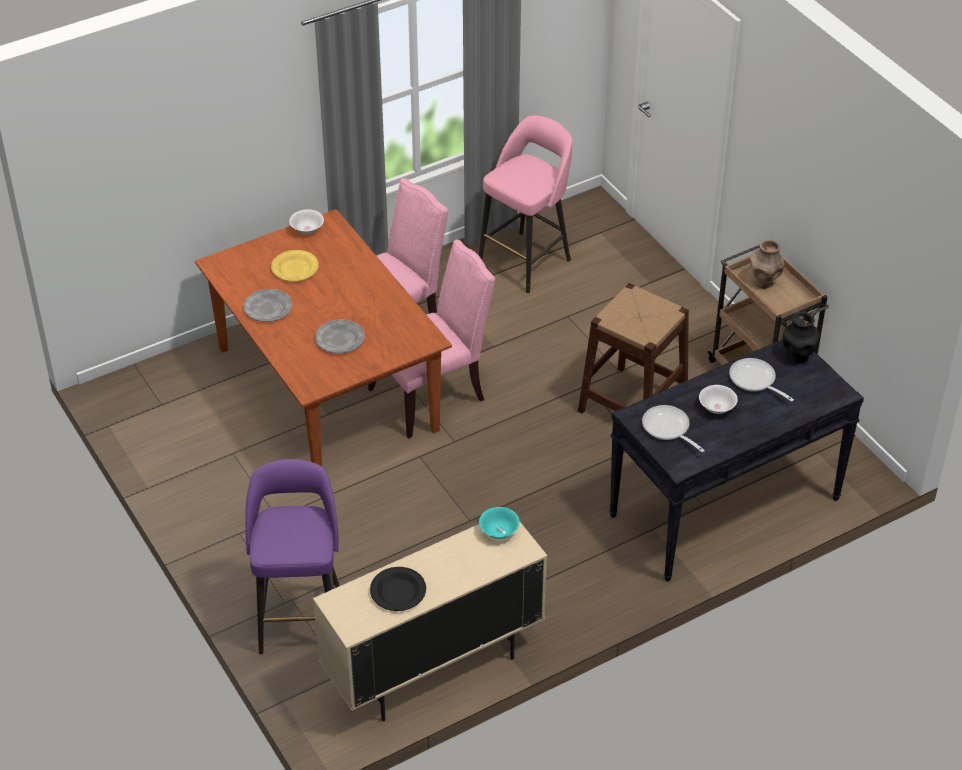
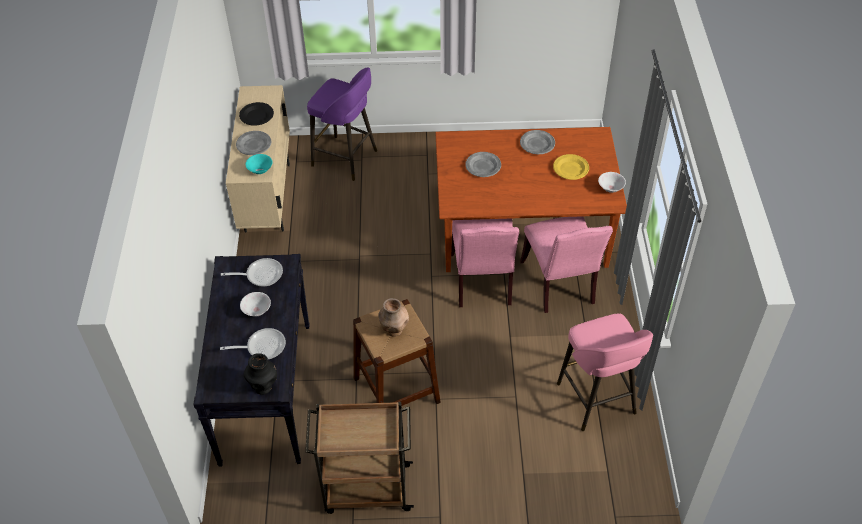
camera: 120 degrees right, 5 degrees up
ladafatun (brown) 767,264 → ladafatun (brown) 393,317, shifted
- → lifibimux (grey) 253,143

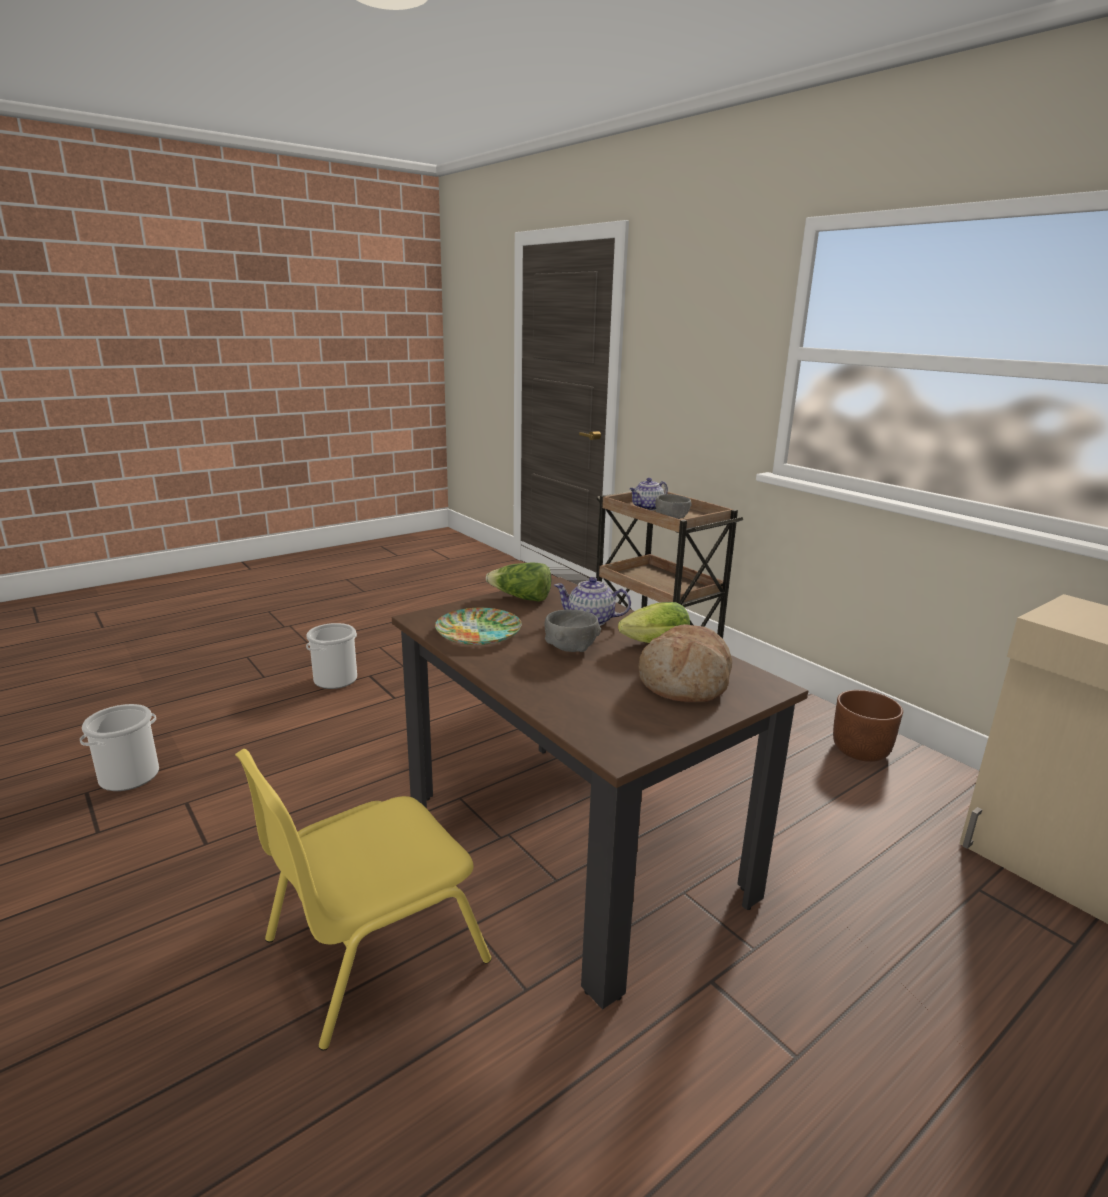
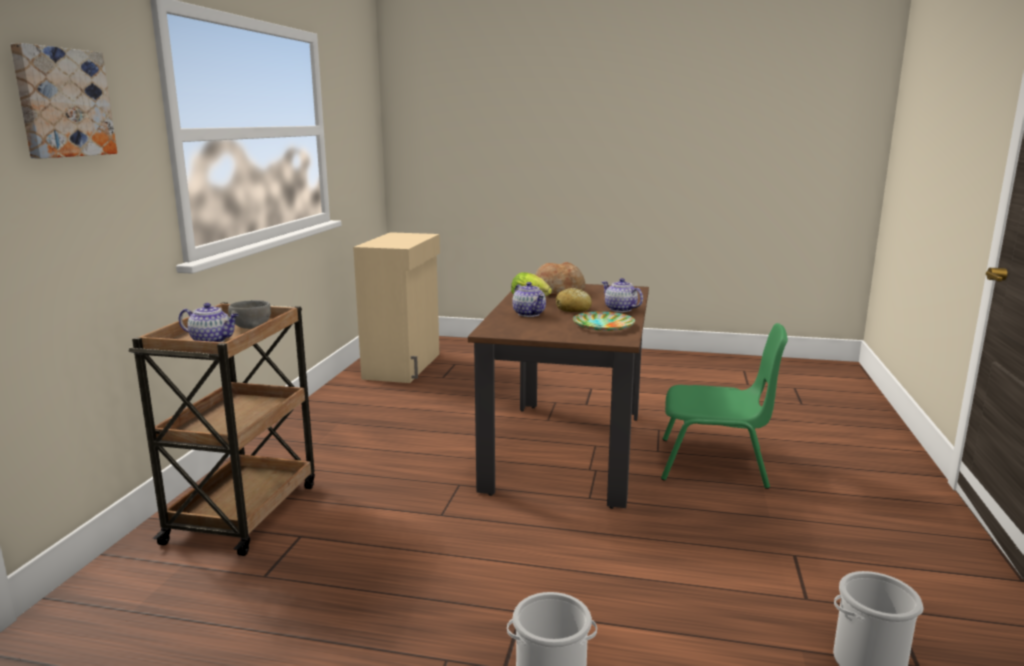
camera: 130 degrees left, 5 degrees down
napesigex 518,582 → -
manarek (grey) 573,631 → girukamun 574,300
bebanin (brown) 868,726 → -
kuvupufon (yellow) 363,900 → kuvupufon (green) 724,406
- → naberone 63,100
- → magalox 622,295

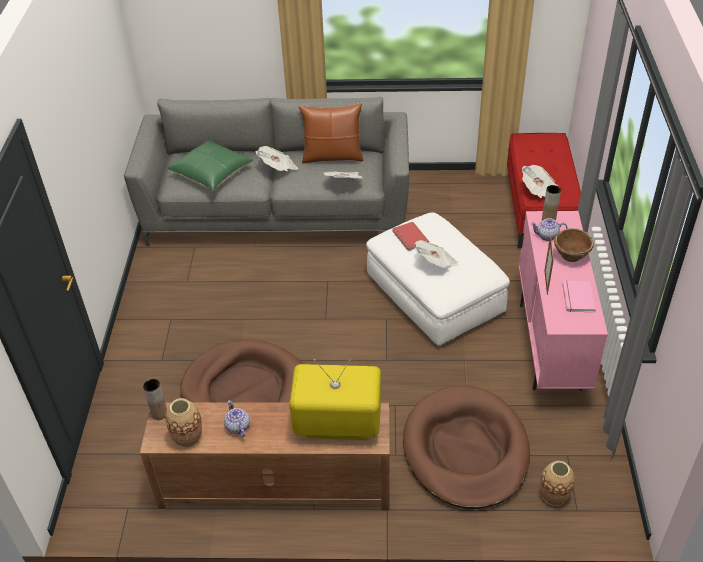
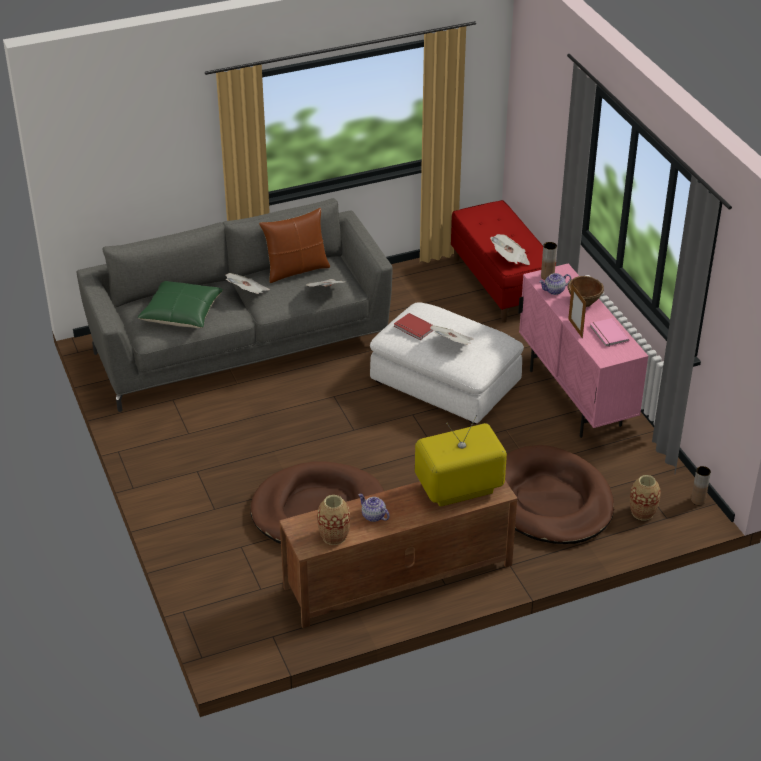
camera: 25 degrees left, 5 degrees down
ladafatun (brown) 155,399 → ladafatun (brown) 701,485, shifted

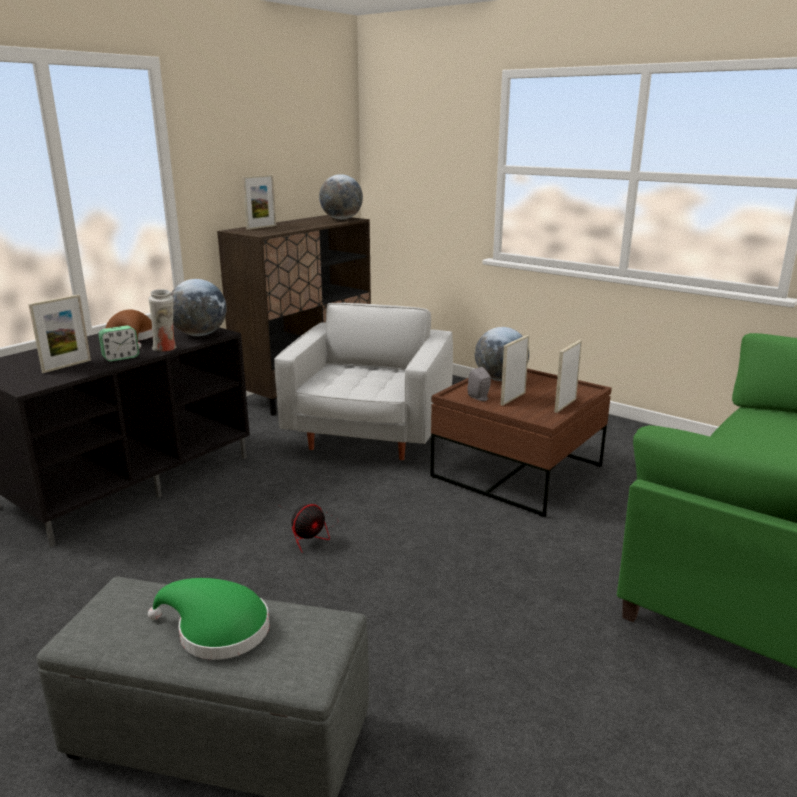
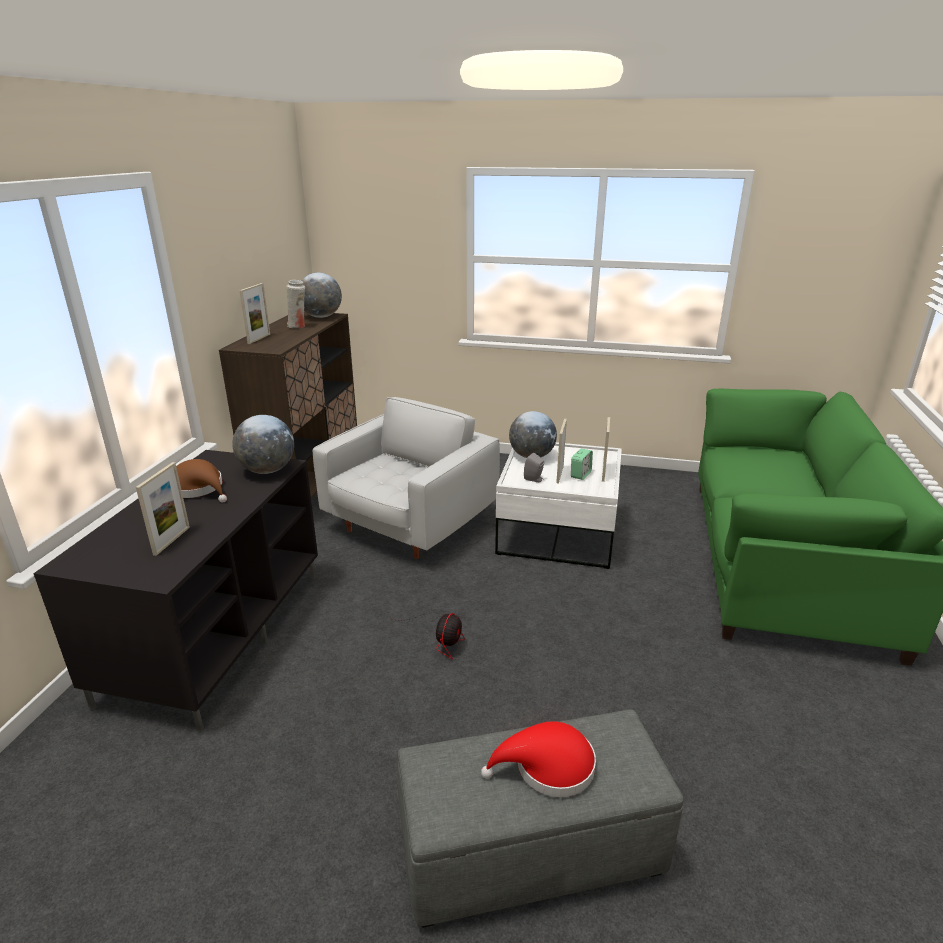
camera: 25 degrees left, 5 degrees up
ladafatun (white) 162,320 → ladafatun (white) 295,304, shifted
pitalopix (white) 363,381 → pitalopix (white) 406,478, 45 degrees clockwise
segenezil 118,344 → segenezil 582,464, shifted
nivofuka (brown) 521,442 → nivofuka (white) 558,505
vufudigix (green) 208,619 → vufudigix (red) 538,759

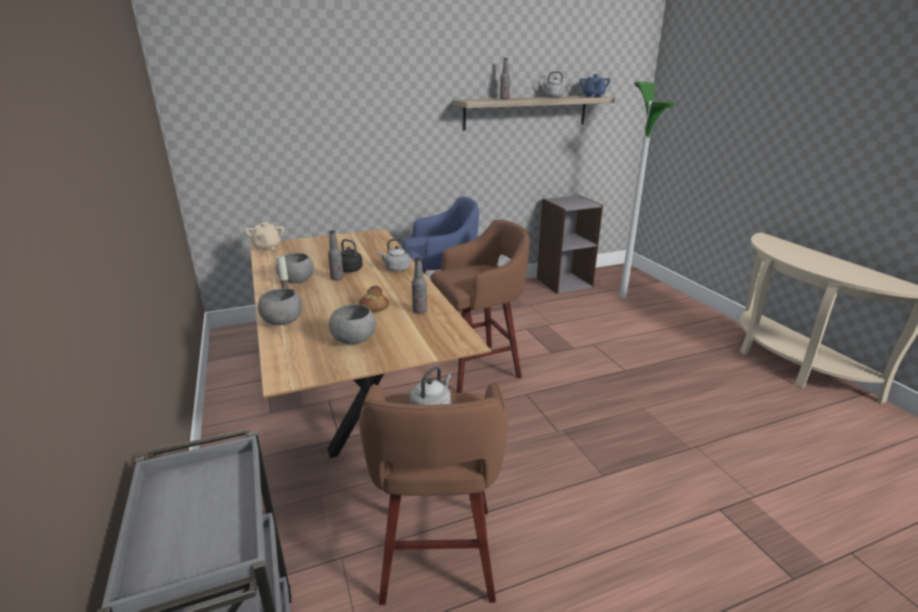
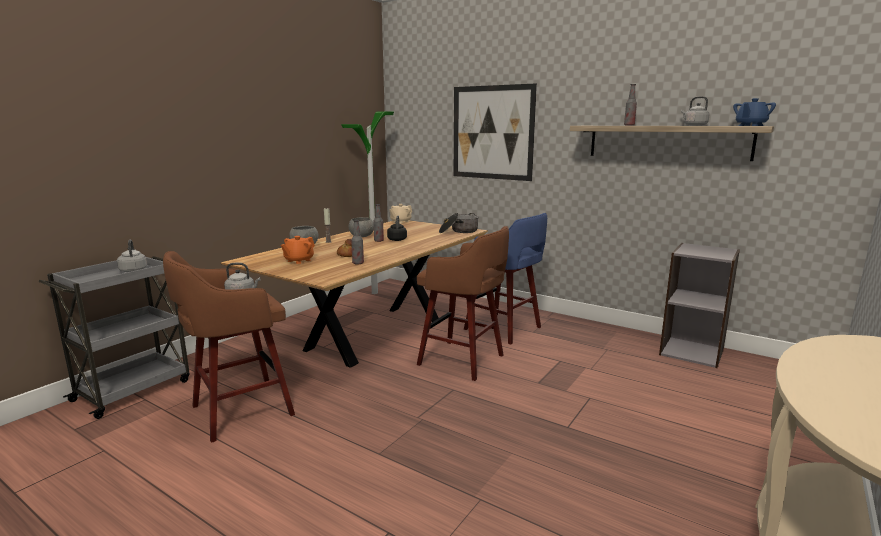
camera: 55 degrees right, 10 degrees down
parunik 647,190 → parunik 367,202, shifted
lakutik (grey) 394,255 → lakutik (grey) 132,256, shifted
manarek (grey) 352,324 → magalox (orange) 298,250
- → naberone 495,132
- → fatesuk 459,223

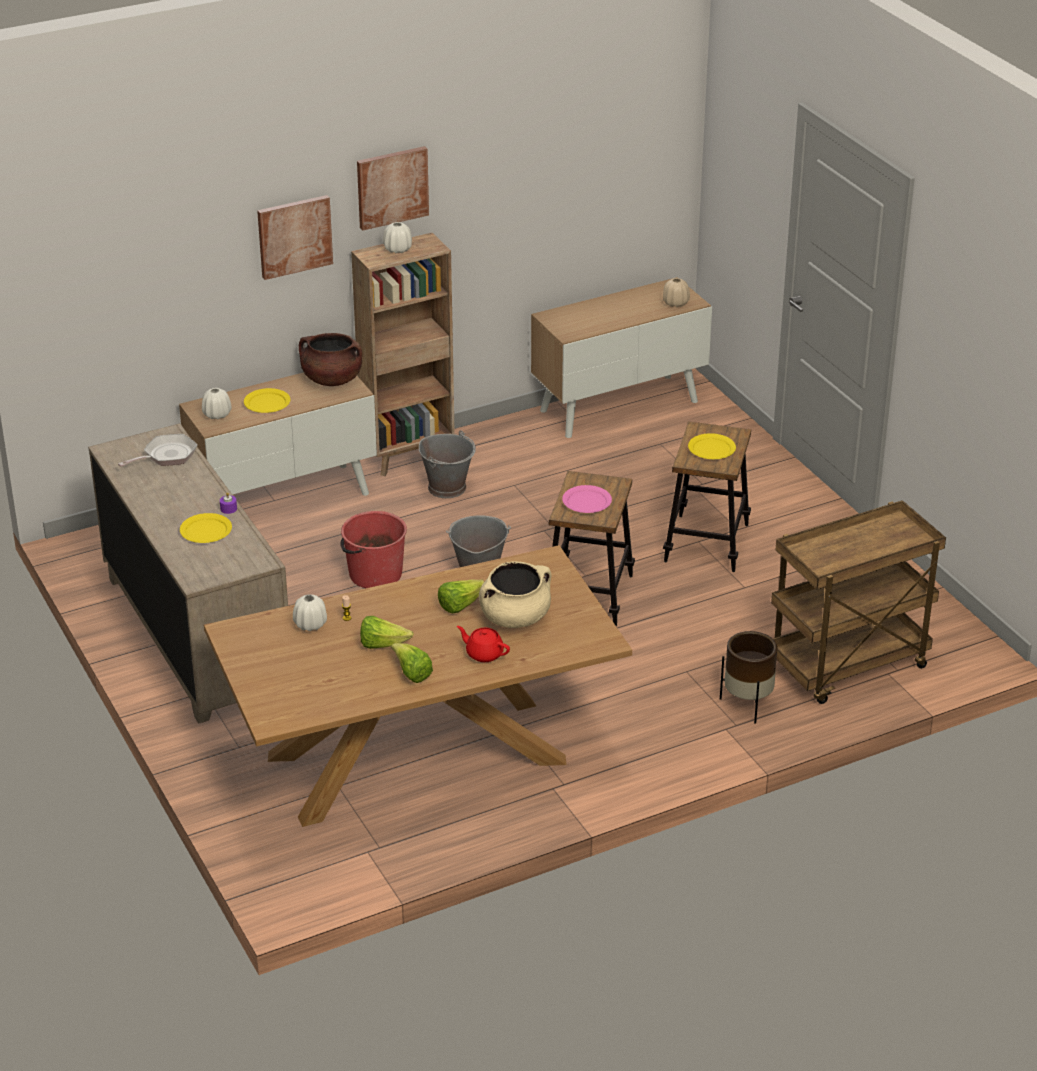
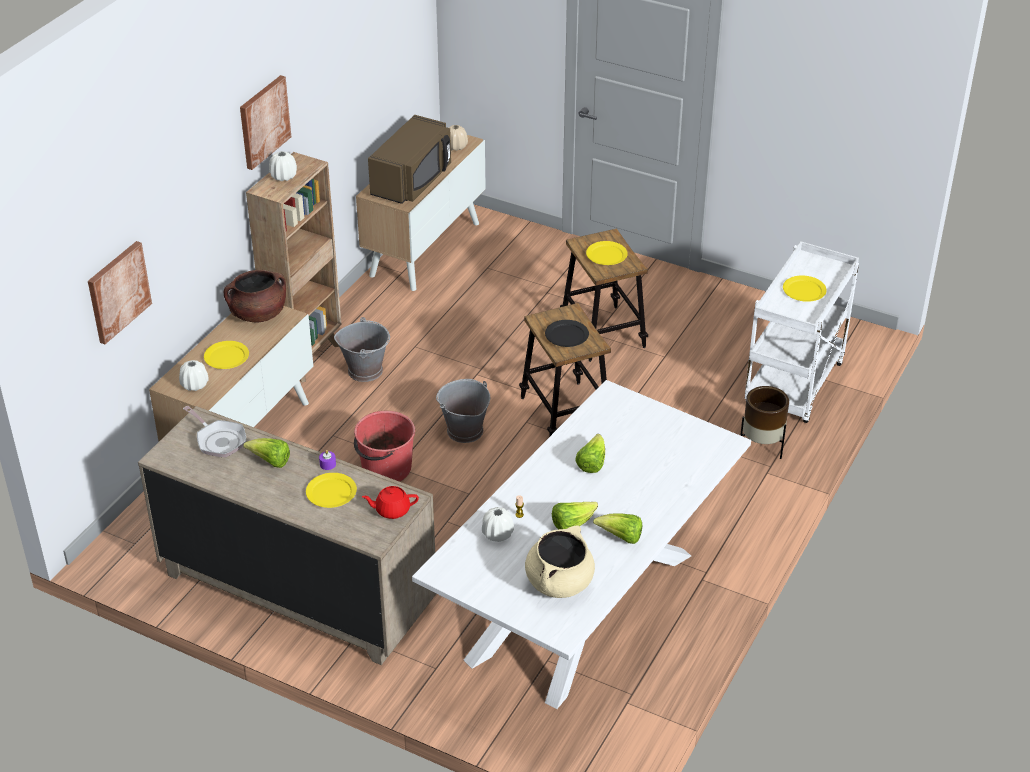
camera: 35 degrees left, 5 degrees up
naberone 295,237 → naberone 120,292, shifted
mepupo 157,450 → mepupo 214,431, 120 degrees clockwise
lifibimux (pink) 587,499 → lifibimux (black) 567,333
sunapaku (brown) 858,602 → sunapaku (white) 802,332
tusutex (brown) 418,686 → tusutex (white) 581,544
fatesuk (beige) 515,594 → fatesuk (beige) 560,561, shifted
magalox (red) 483,644 → magalox (red) 390,502, shifted
- → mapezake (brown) 409,159
- → lifibimux (yellow) 805,289
- → napesigex 266,453

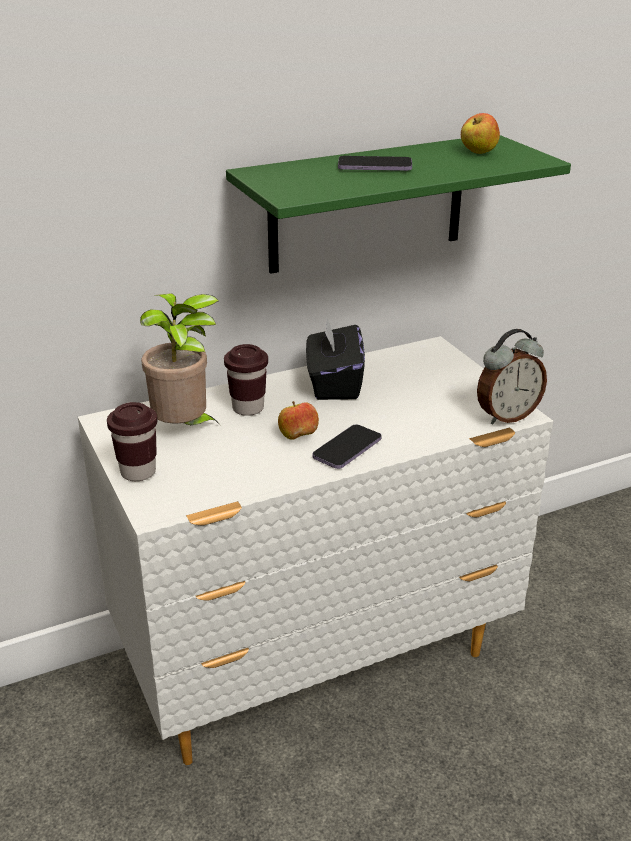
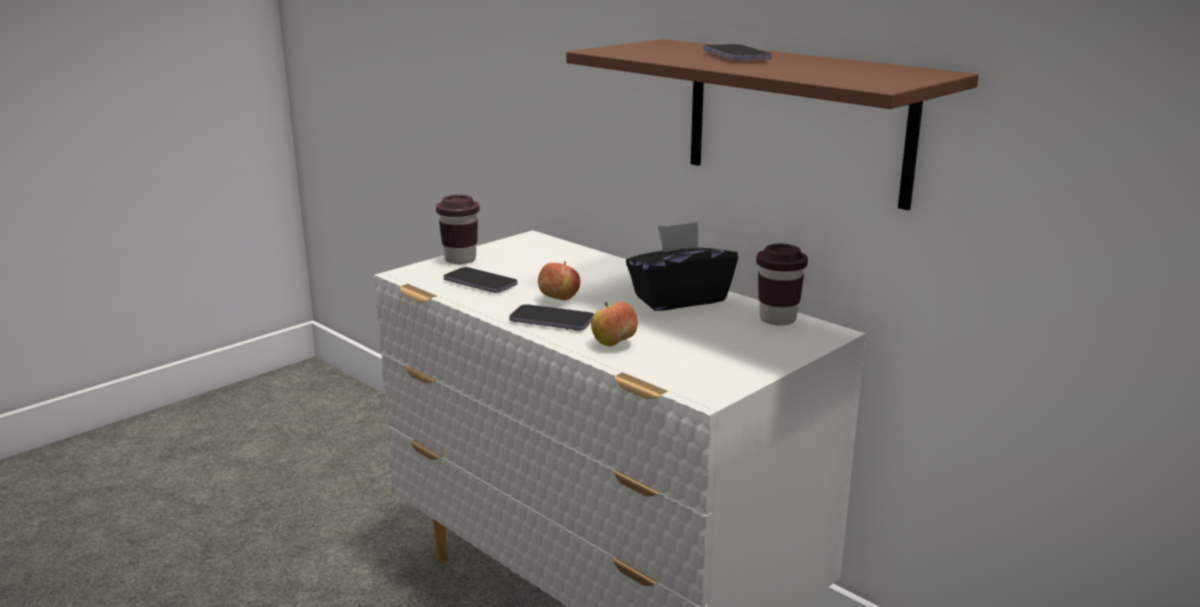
camera: 70 degrees right, 10 degrees down
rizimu 480,133 → rizimu 614,324, shifted
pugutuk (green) 398,204 → pugutuk (brown) 772,124
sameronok 180,359 → -
segenezil 512,376 → -
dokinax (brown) 246,380 → dokinax (brown) 782,284, shifted
- → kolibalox 480,280

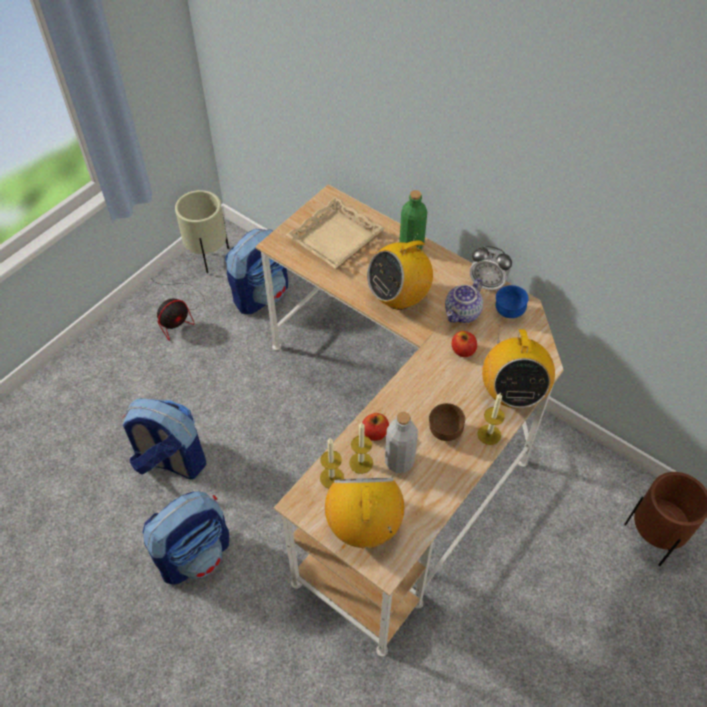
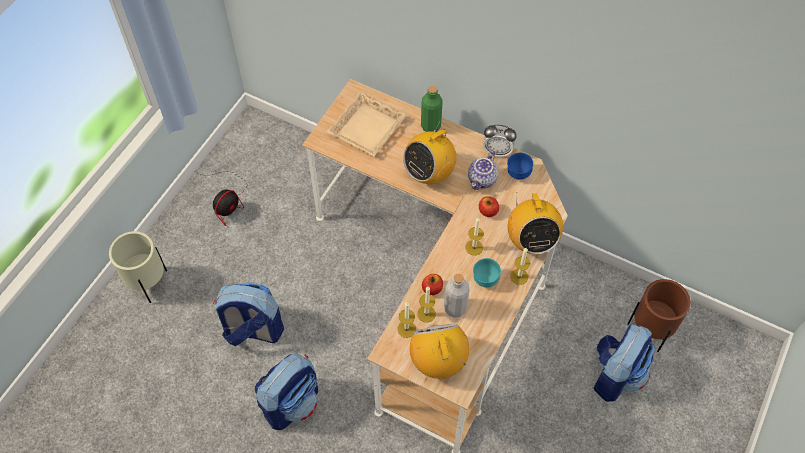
camera: 10 degrees left, 5 degrees up
bebanin (beige) 202,231 → bebanin (beige) 138,267, shifted
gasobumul 256,271 → gasobumul 624,363, shifted
manarek (brown) 447,422 → manarek (turquoise) 487,272
- → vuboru 474,236

